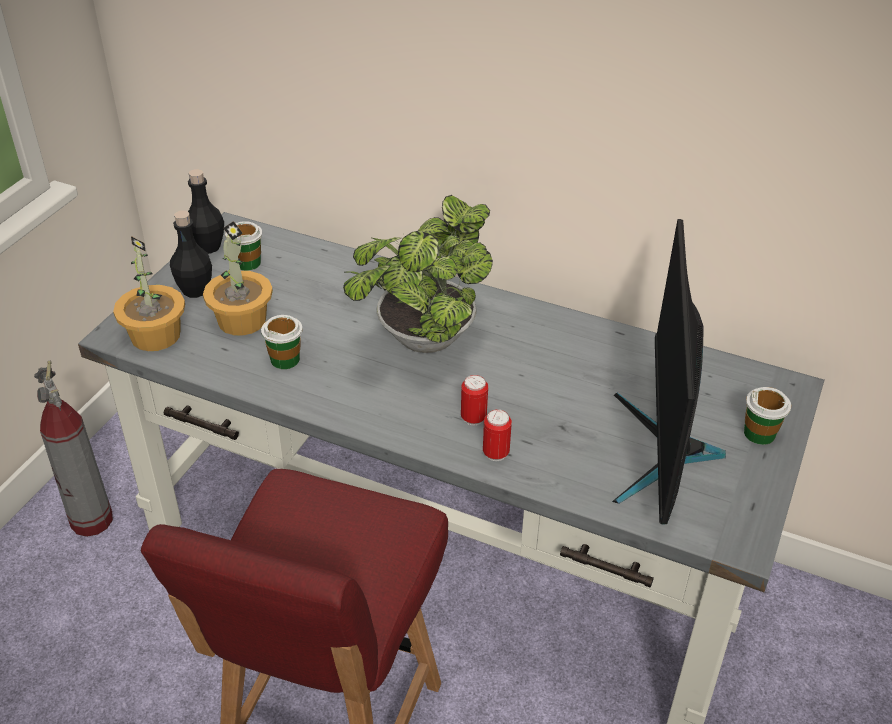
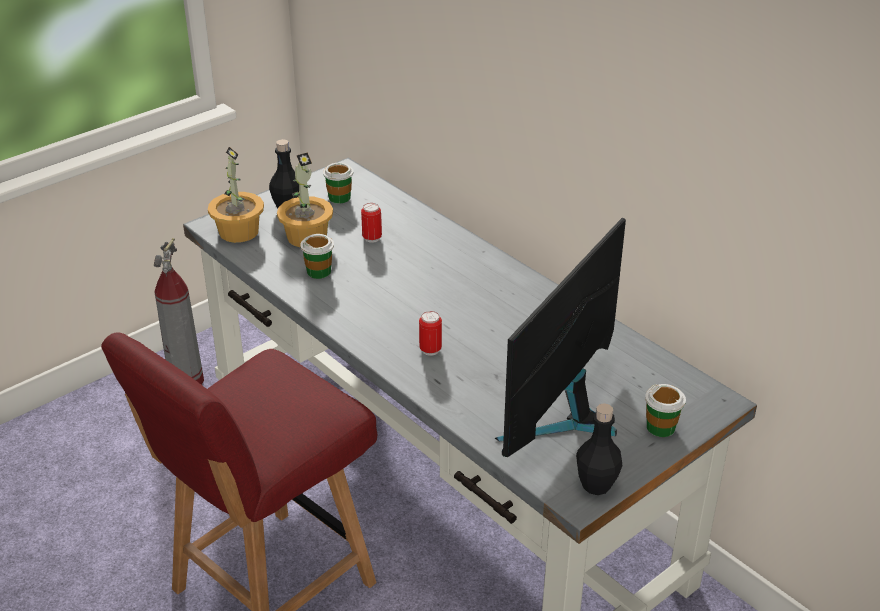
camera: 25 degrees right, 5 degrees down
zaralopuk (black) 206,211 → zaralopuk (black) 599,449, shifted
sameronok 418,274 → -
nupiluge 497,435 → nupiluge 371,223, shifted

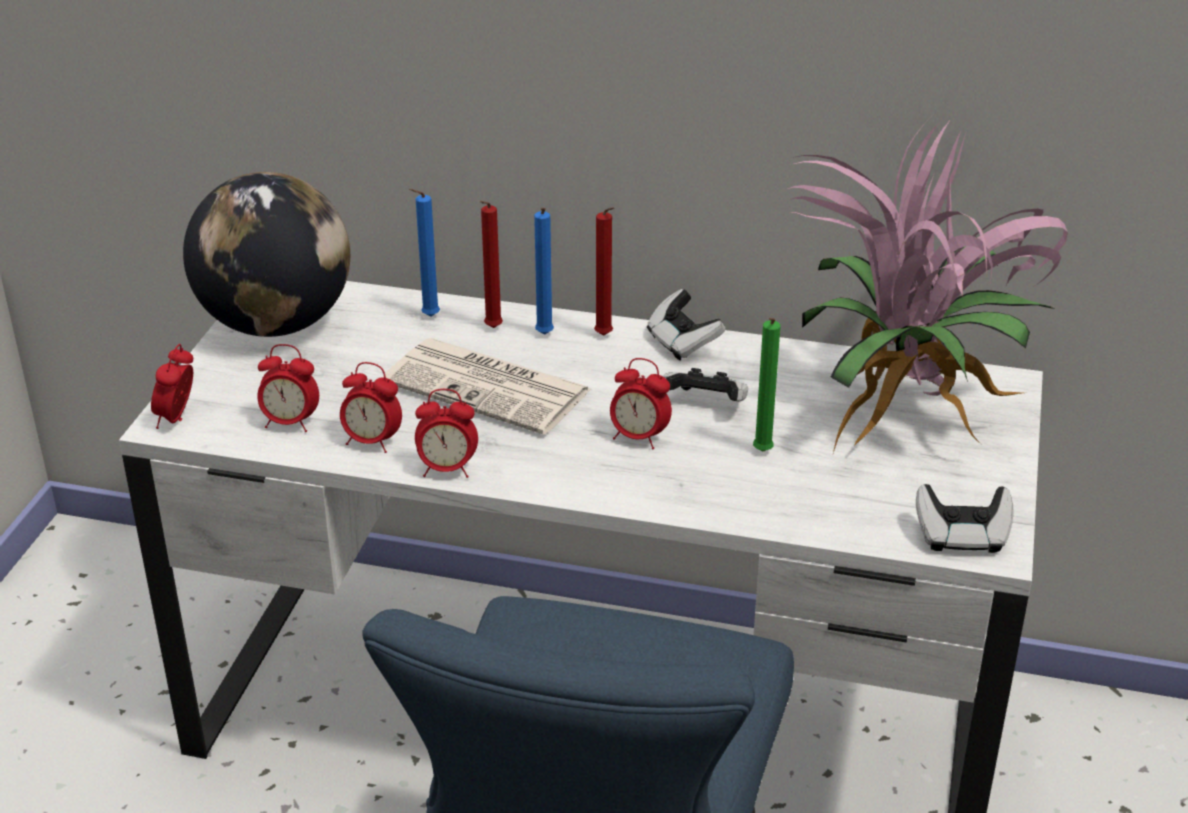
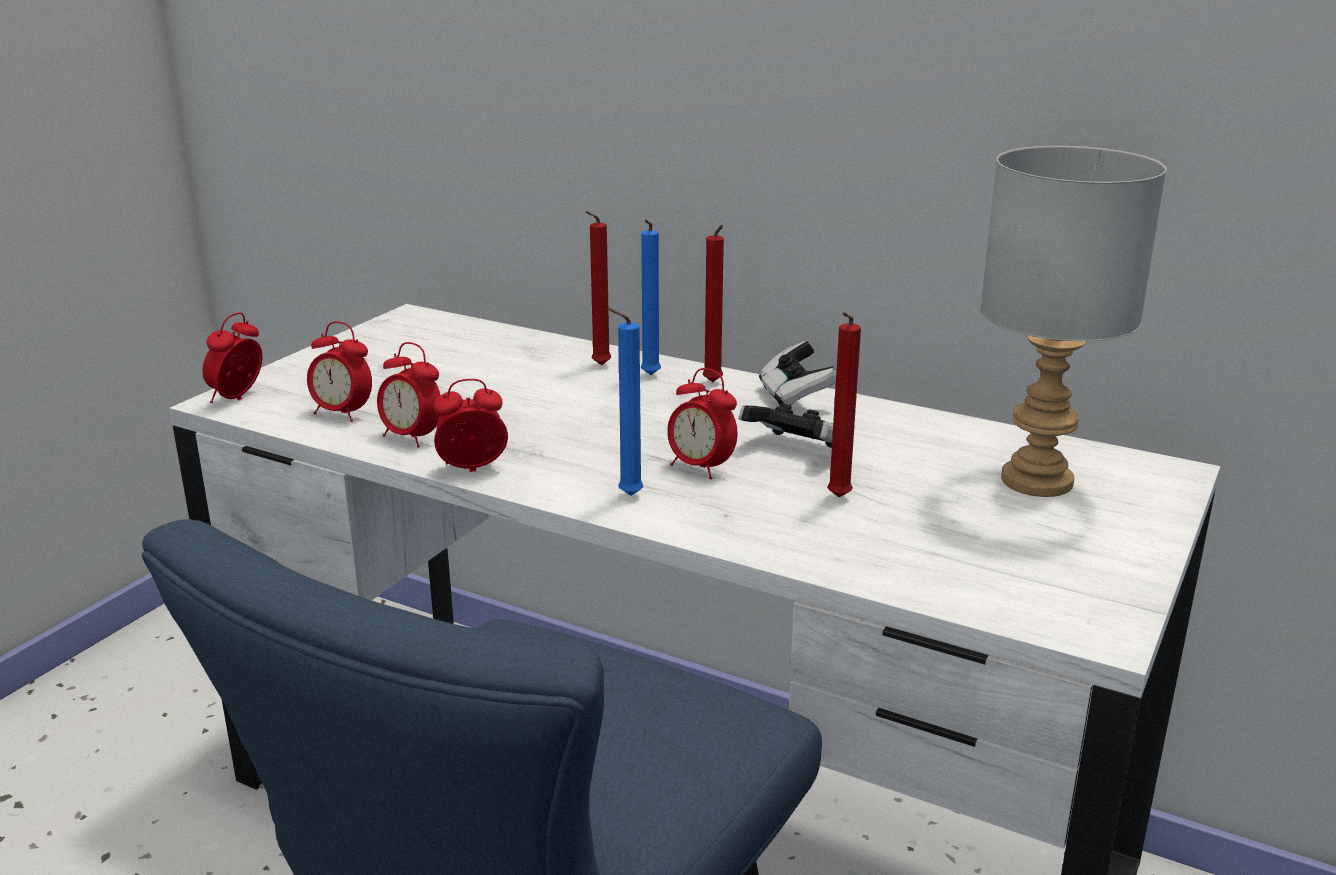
camera: 15 degrees right, 10 degrees down
sameronok 928,287 → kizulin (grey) 1073,321
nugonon 266,254 → -
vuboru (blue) 424,252 → vuboru (blue) 625,402, shifted
vuboru (green) 766,385 → vuboru (red) 844,404
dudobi 487,386 → -
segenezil 446,433 → segenezil 471,425, 150 degrees clockwise
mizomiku 964,518 → -

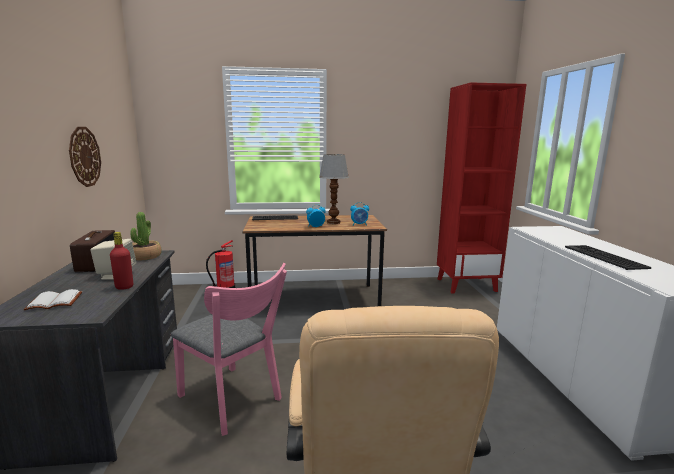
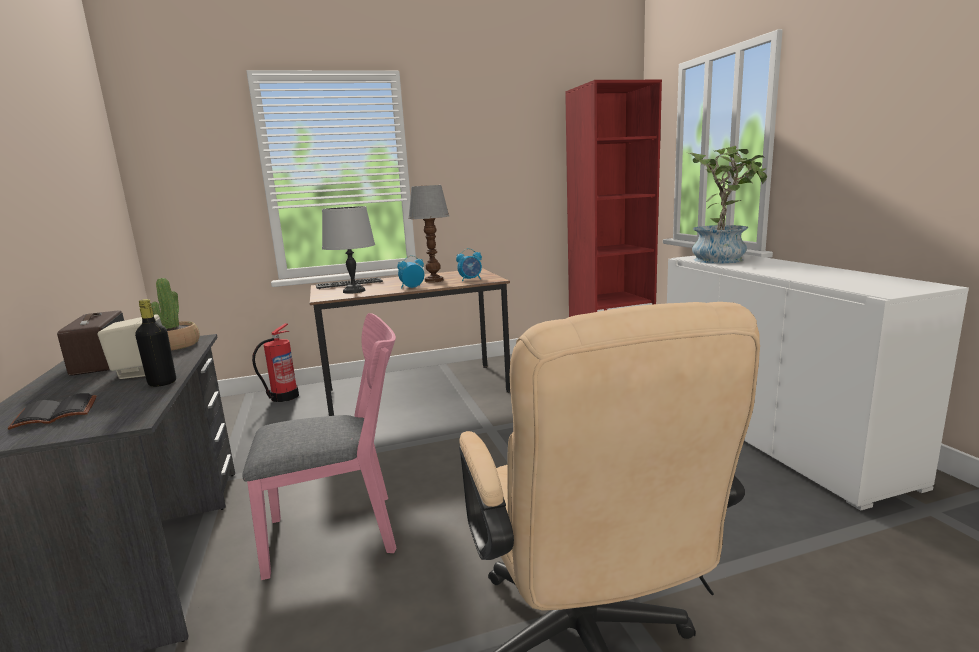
camera: 10 degrees left, 0 degrees up
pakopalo 85,157 → -
zaralopuk (red) 121,261 → zaralopuk (black) 155,343
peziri 608,257 → -
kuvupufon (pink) 229,349 → kuvupufon (pink) 319,446, 45 degrees counterclockwise
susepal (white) 52,299 → susepal (black) 52,411
- → sameronok 728,204
- → kizulin (grey) 348,250

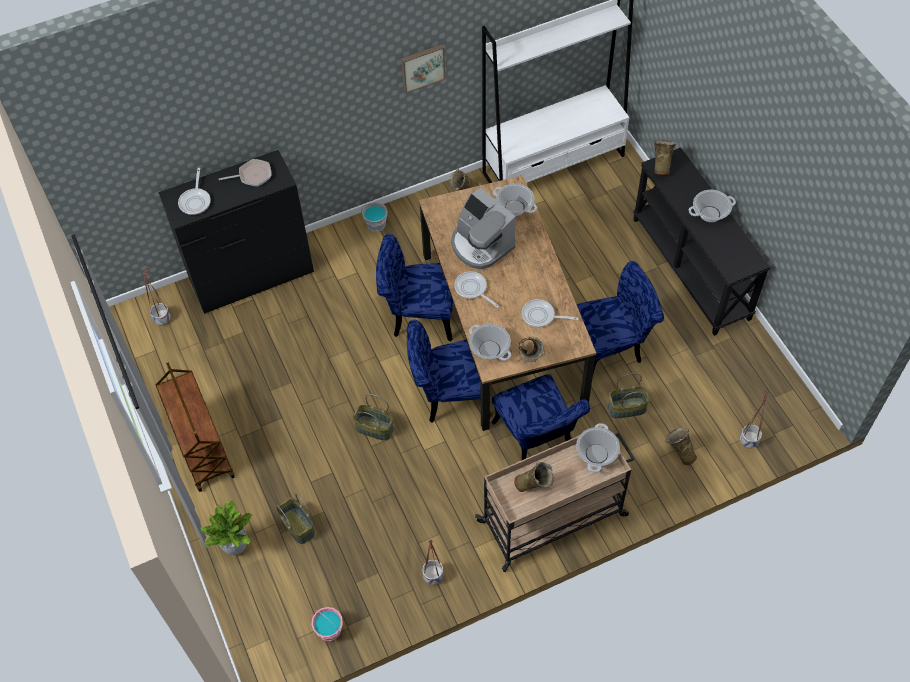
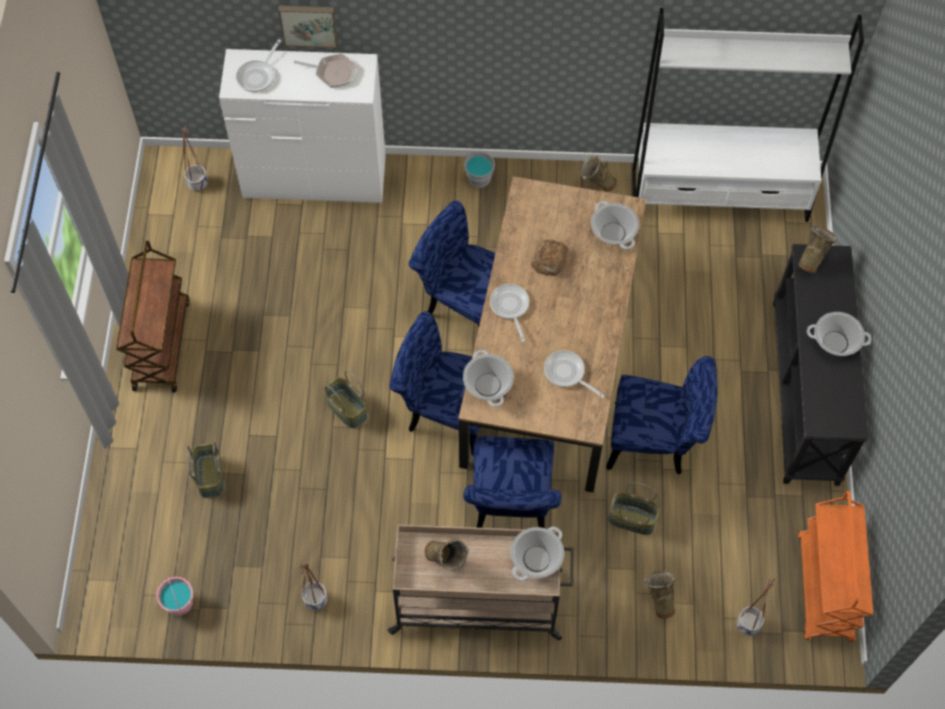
camera: 25 degrees right, 5 degrees up
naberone 423,68 → naberone 308,26, shifted
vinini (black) 236,232 → vinini (white) 302,126
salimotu 483,229 → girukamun 549,258
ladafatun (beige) 531,349 → -
sameronok 226,527 → -
- → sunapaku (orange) 835,566

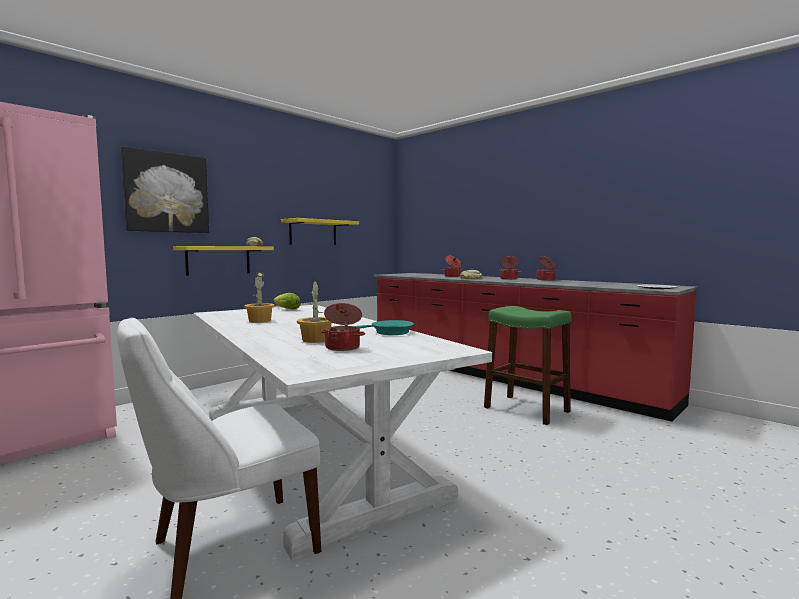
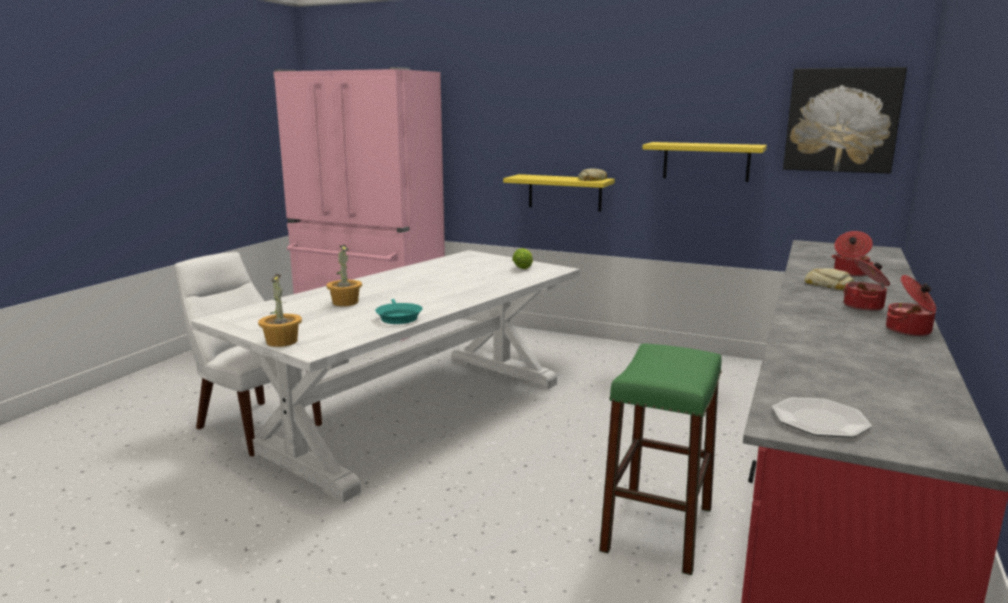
camera: 70 degrees right, 10 degrees up
naberone 165,189 → naberone 845,120, shifted
sameronok 259,297 → sameronok 280,310, shifted
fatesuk 343,327 → -

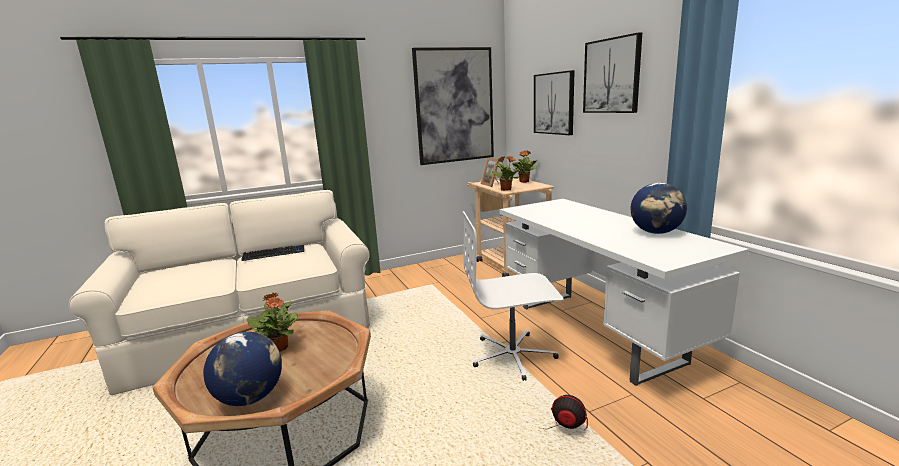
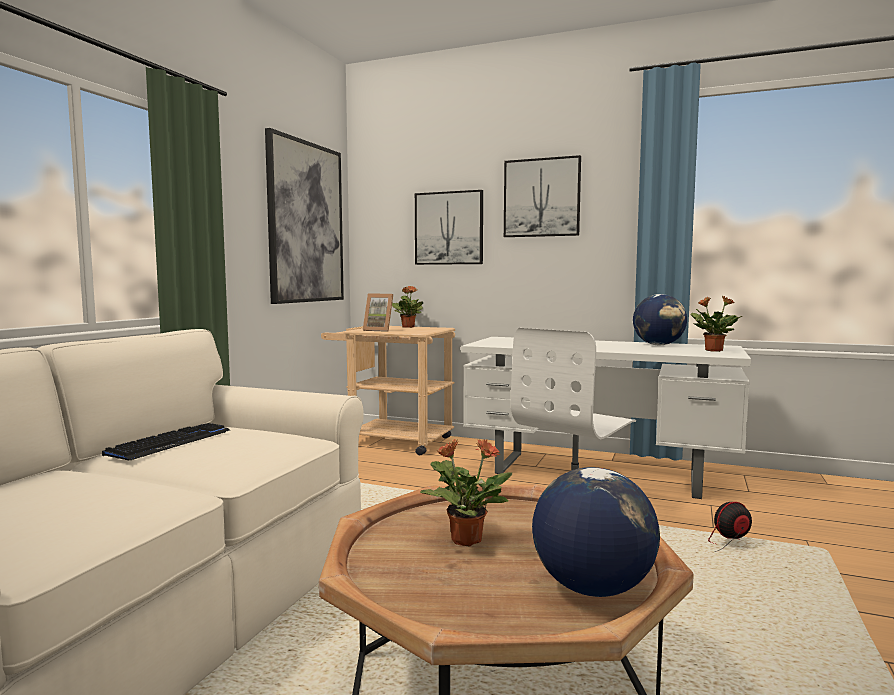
camera: 45 degrees left, 10 degrees down
sameronok 505,173 → sameronok 717,324, shifted

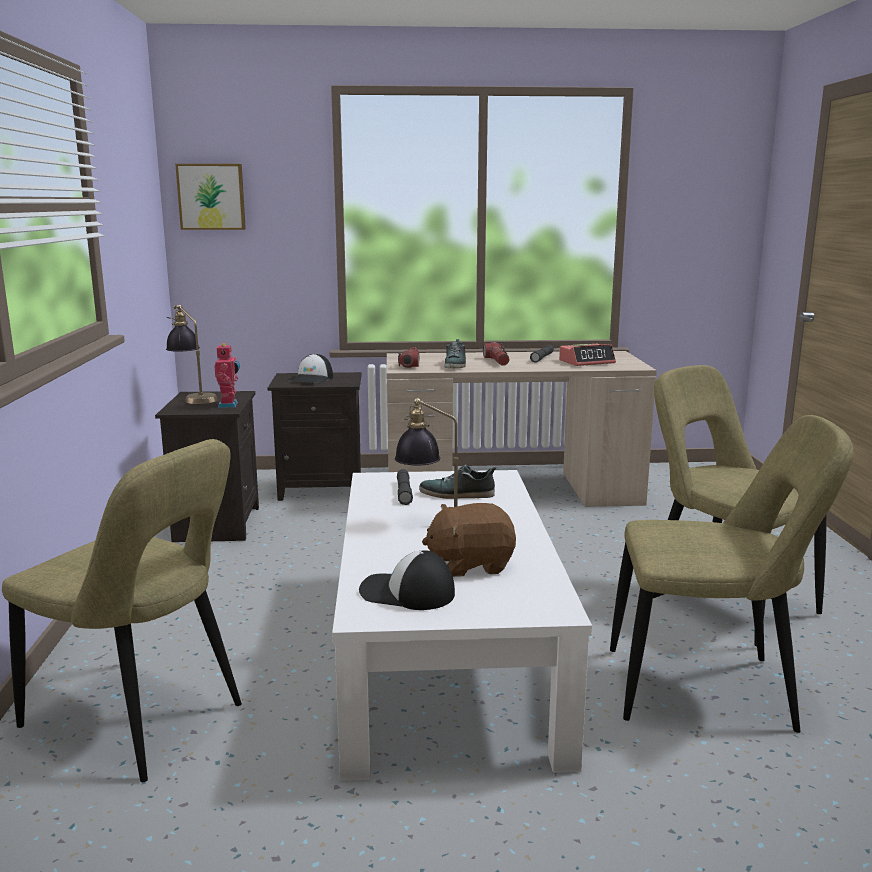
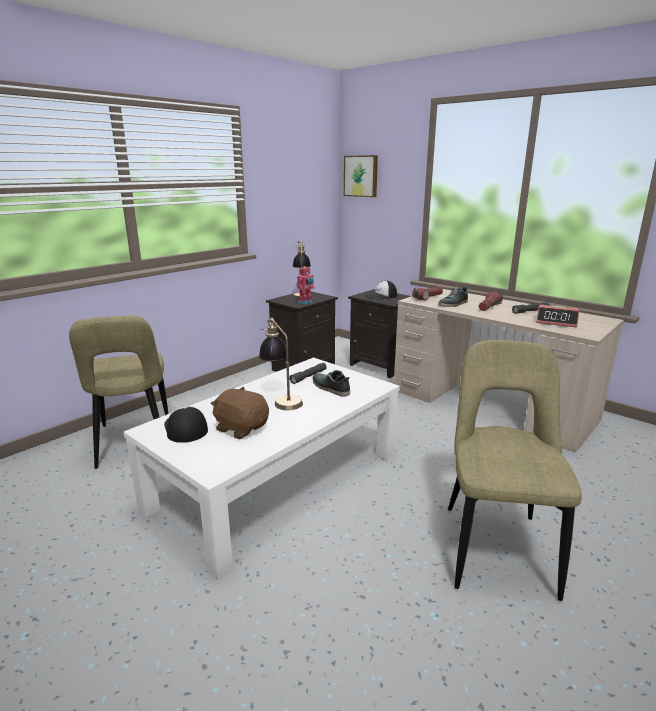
camera: 45 degrees right, 5 degrees up
kuvupufon (beige) 732,574 → -

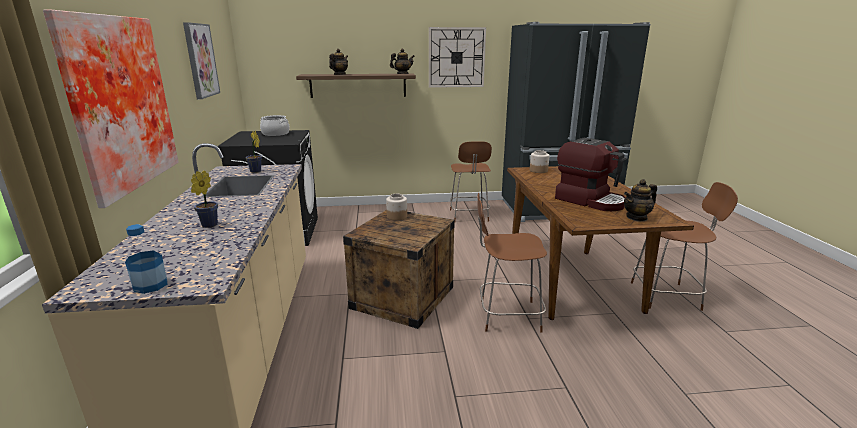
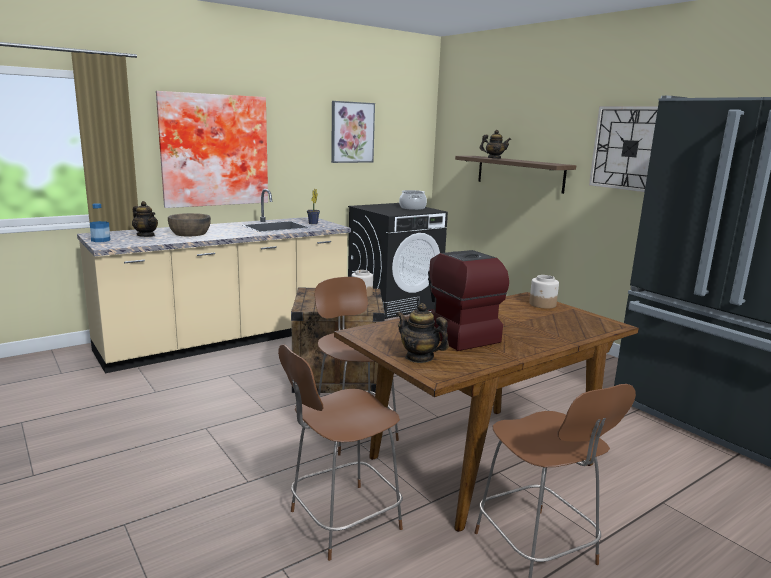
camera: 60 degrees right, 5 degrees down
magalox 402,61 → magalox 145,219, shifted
salimotu 591,174 → salimotu 468,300, 135 degrees clockwise
kuvupufon (brown) 471,181 → kuvupufon (brown) 340,453, shifted
sameronok 204,199 → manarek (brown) 189,224

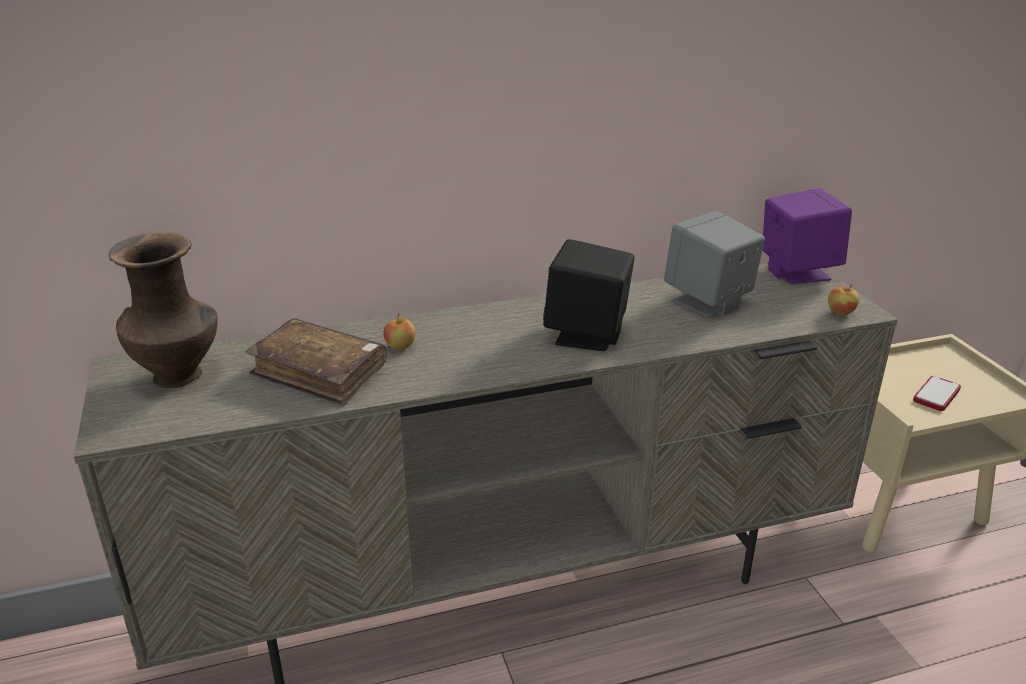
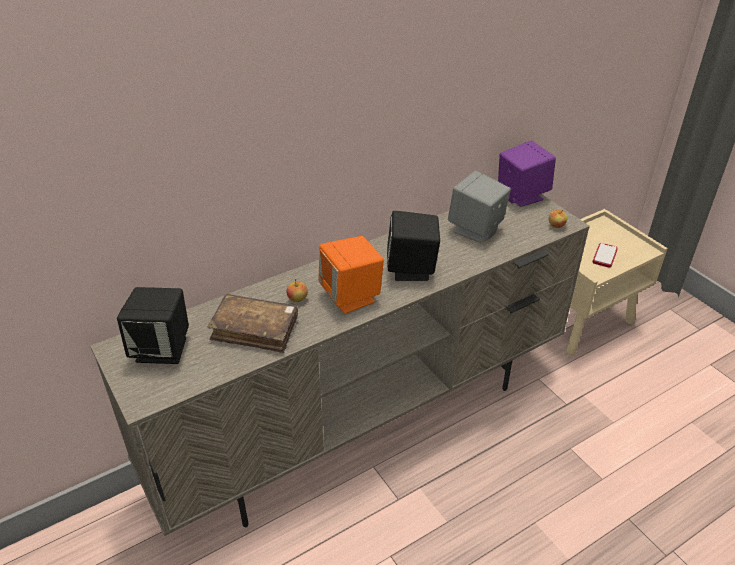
camera: 15 degrees left, 10 degrees up
ladafatun (brown) 163,310 → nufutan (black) 153,325
- → nufutan (orange) 351,275

